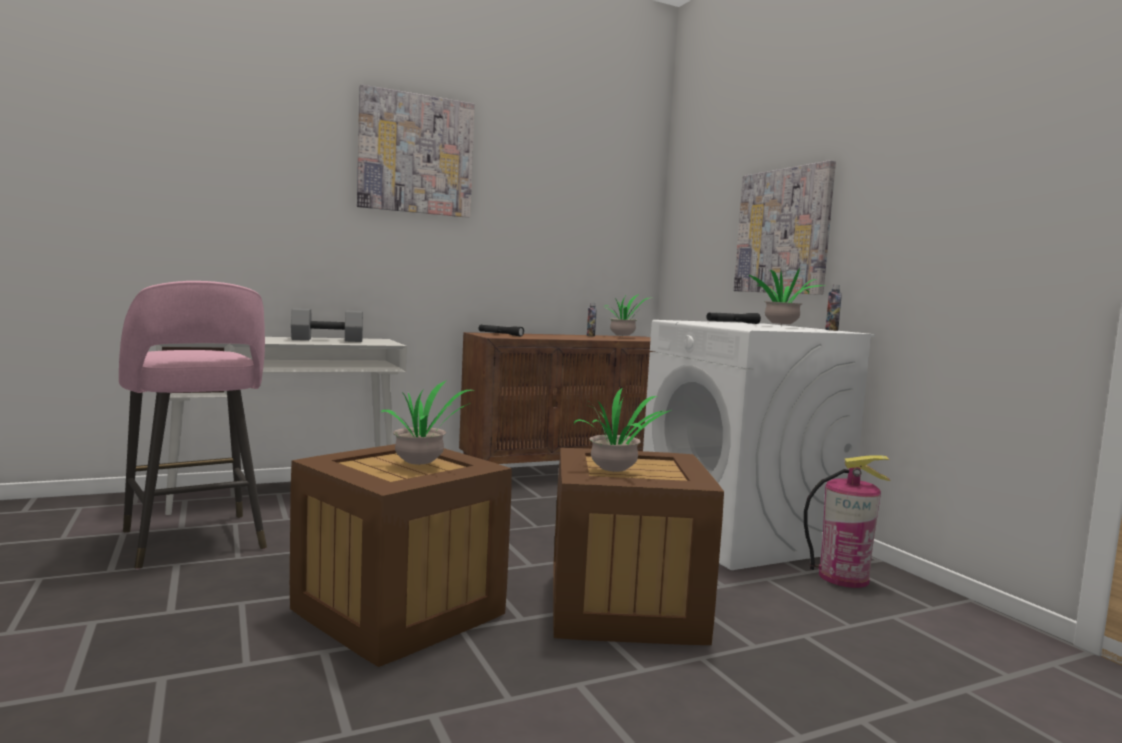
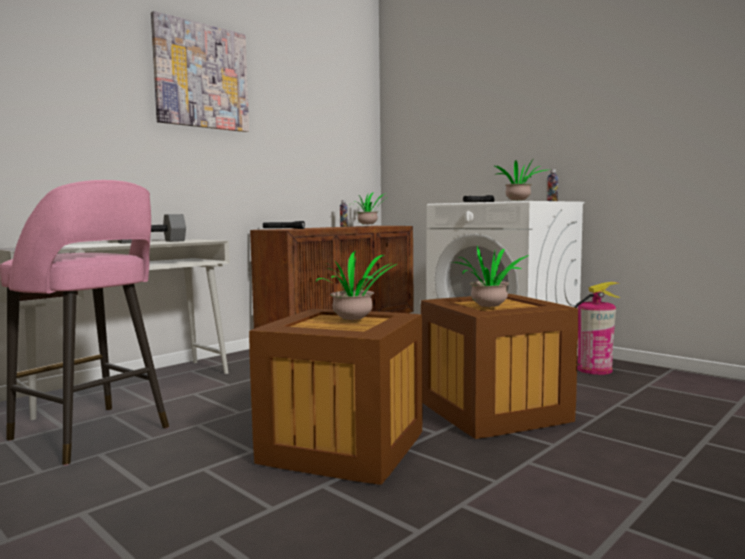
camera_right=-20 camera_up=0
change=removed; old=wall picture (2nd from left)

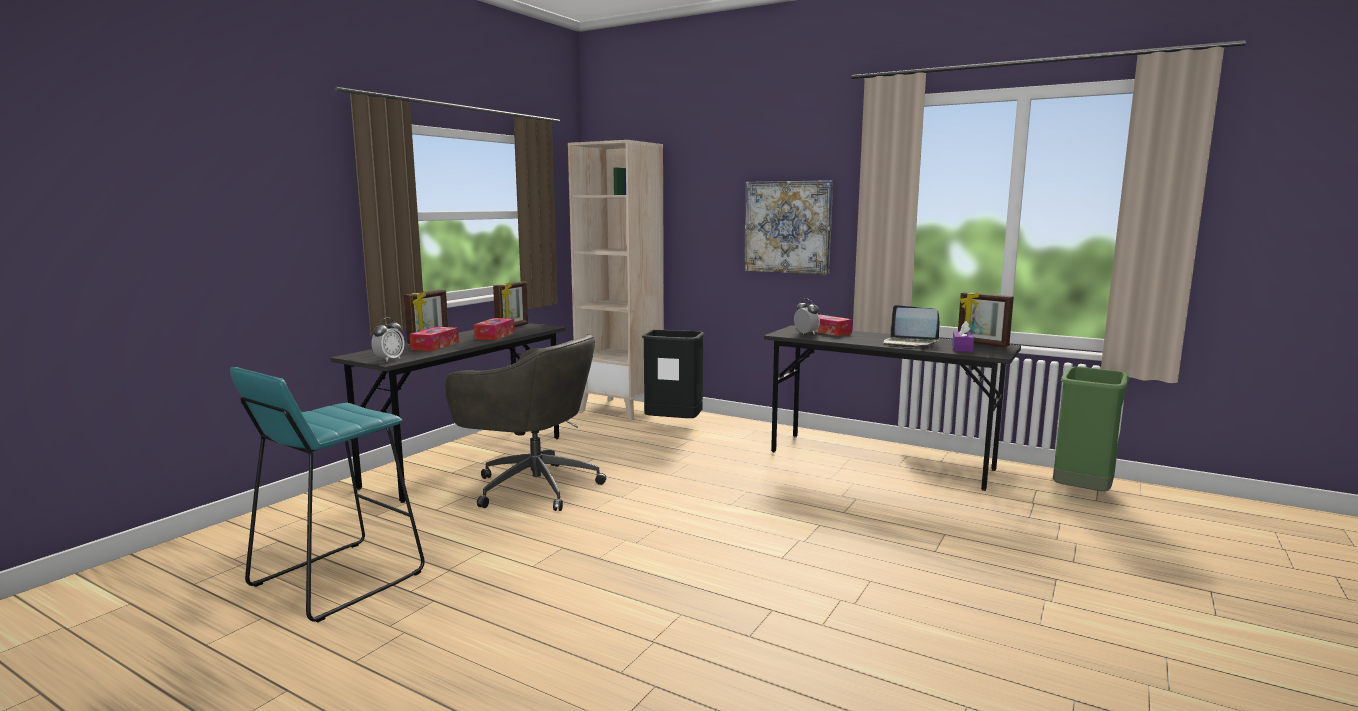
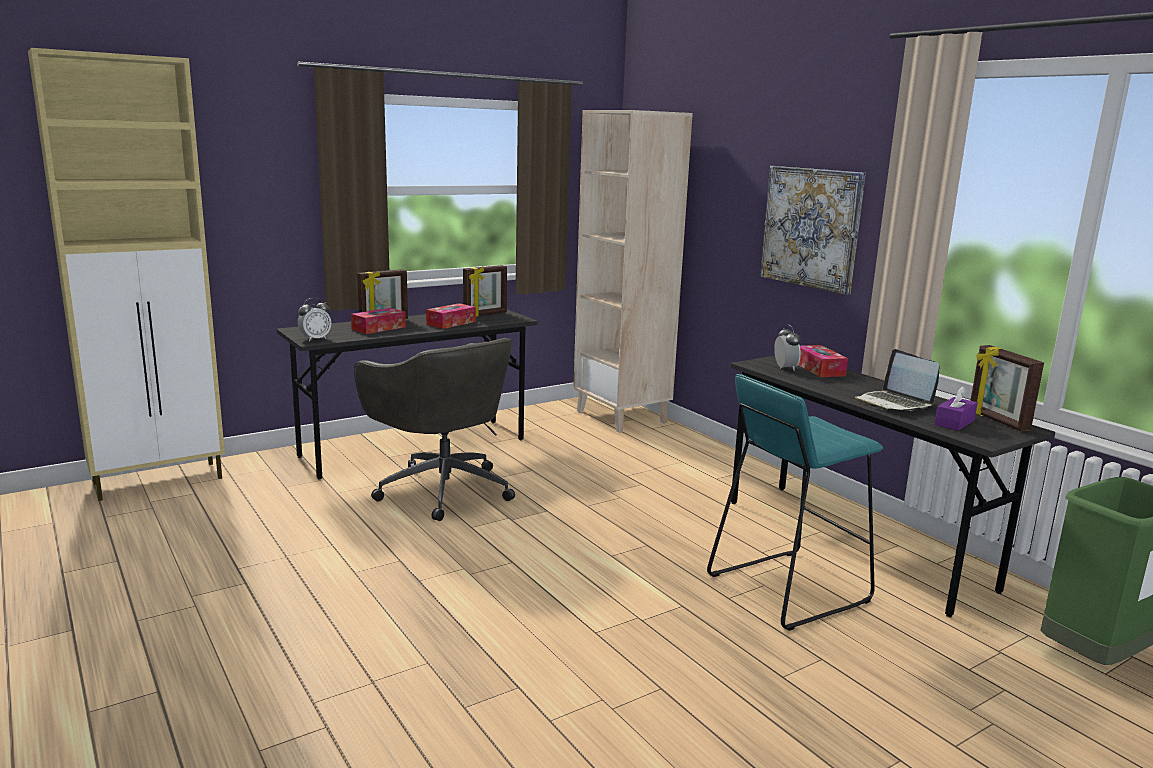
camera_right=25 camera_up=5
change=removed; old=black-coloured rubbish bin
change=moved; old=blue-green stool
change=added; new=beige-coloured storage cabinet

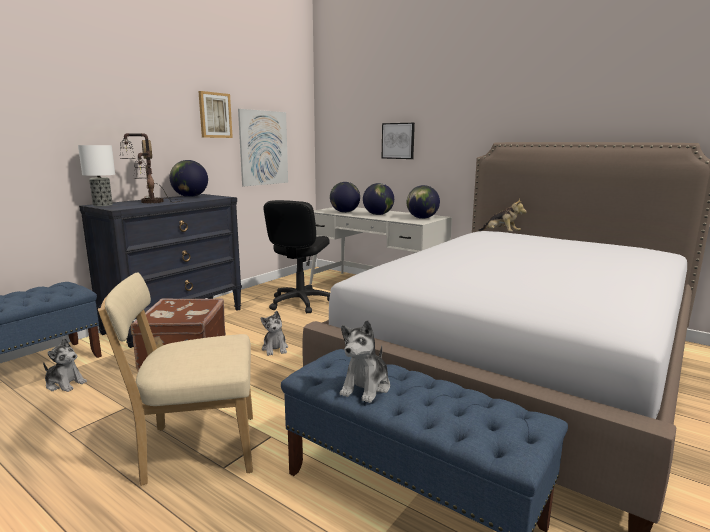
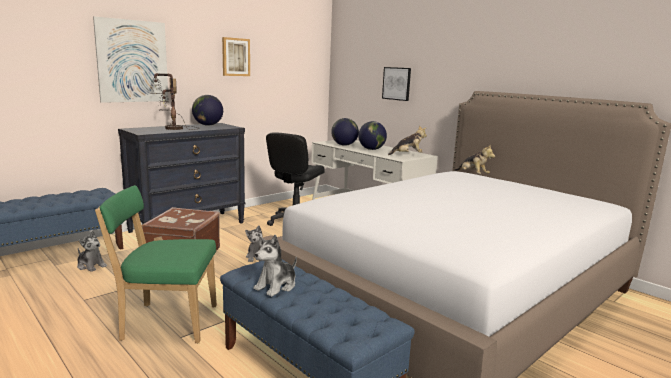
camera_right=10 camera_up=0
change=moved; old=wall picture (2nd from left in the first image); new=wall picture (1st from left)
change=removed; old=tabletop lamp (1st from left)
change=replaced; old=desk globe (4th from left); new=soft toy (4th from left)
change=recoloured; old=beige-coloured plain chair; new=greenish plain chair

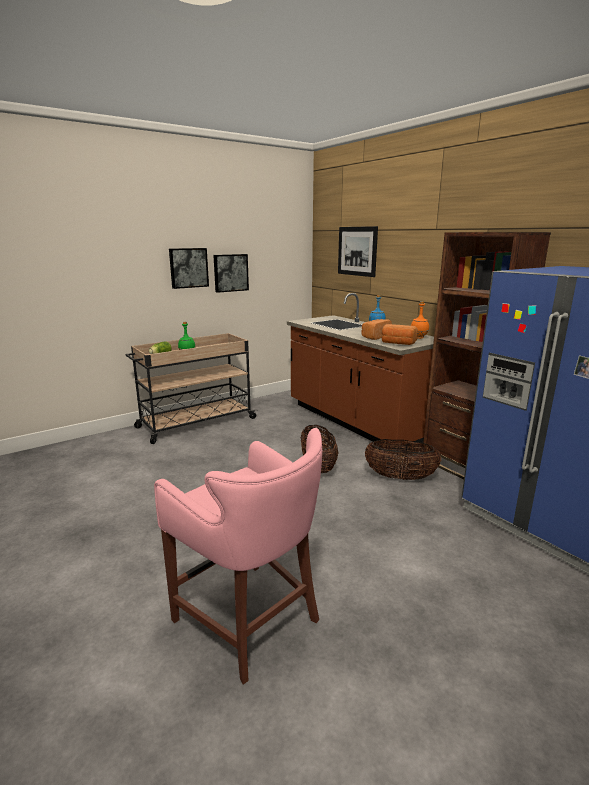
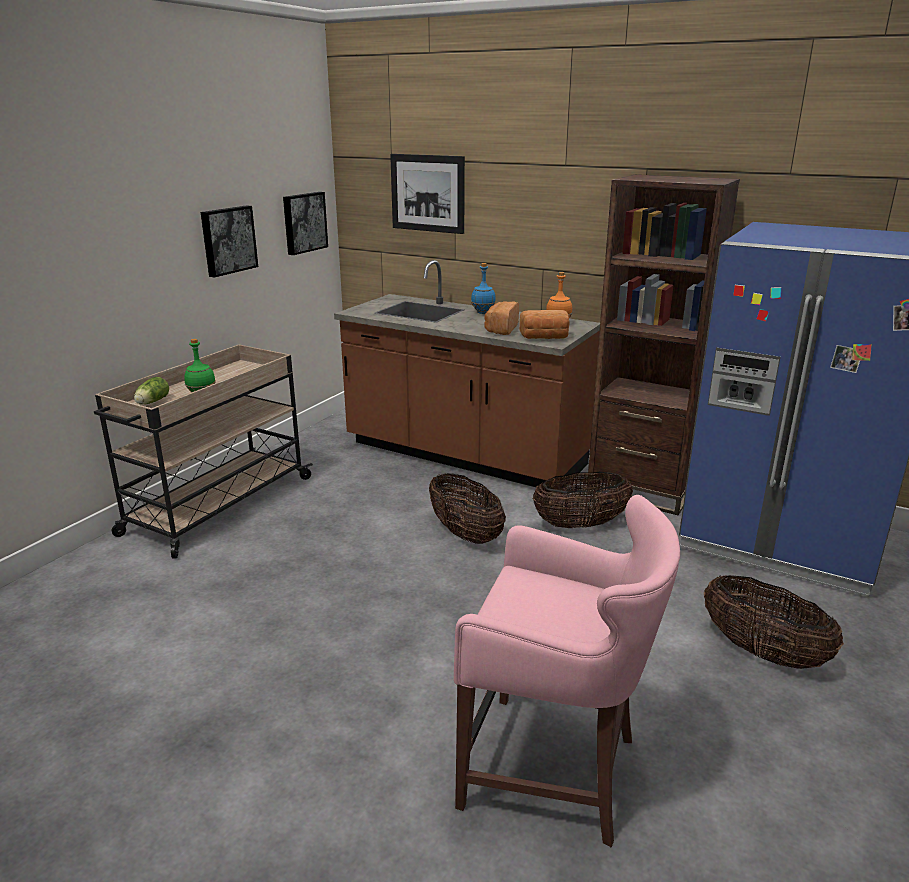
camera_right=-25 camera_up=5
change=moved; old=wall picture (1st from left in the first image); new=wall picture (2nd from left)
change=added; new=basket (3rd from left)

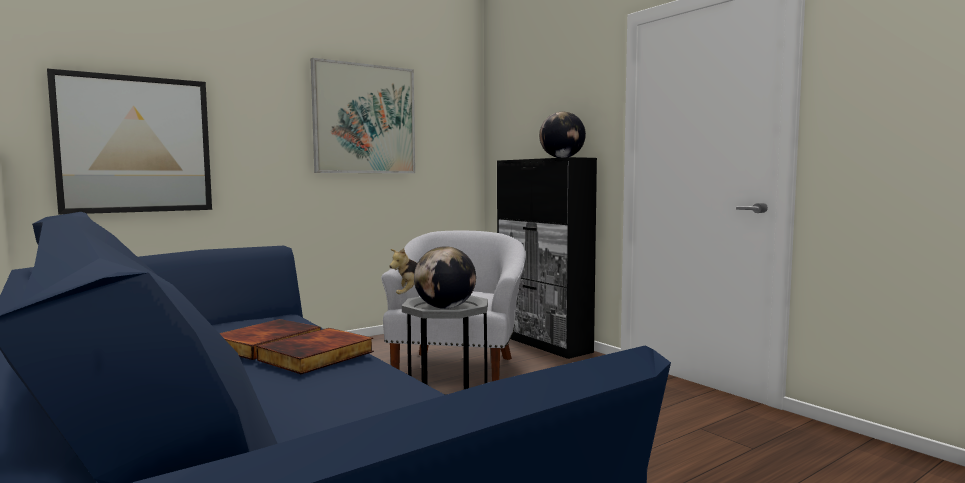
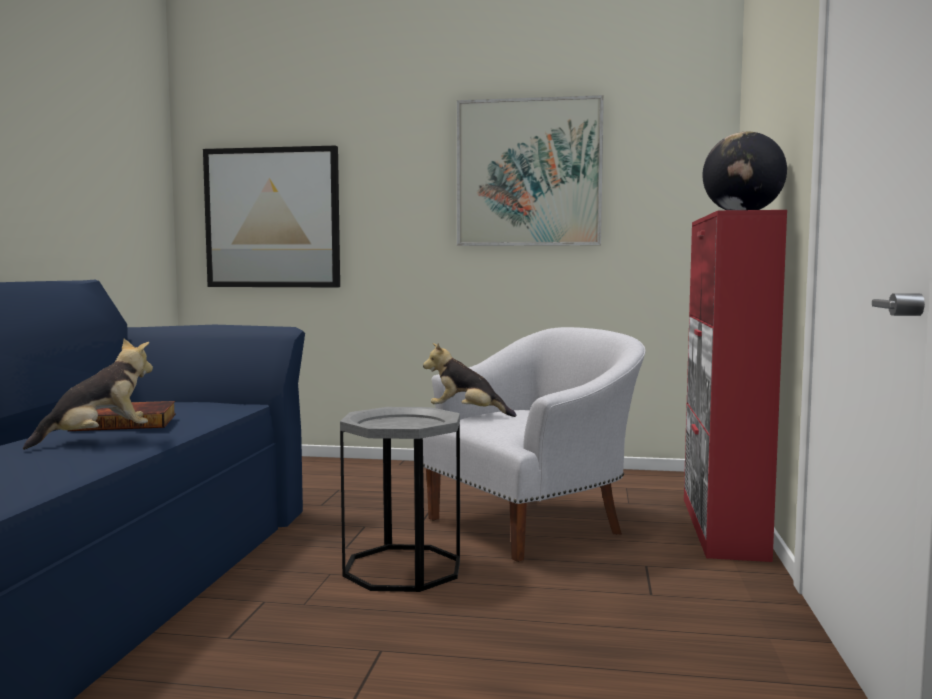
camera_right=45 camera_up=0
change=recoloured; old=black-coloured storage cabinet; new=red storage cabinet
change=removed; old=desk globe (1st from left)
change=replaced; old=book (2nd from left); new=soft toy (1st from left)

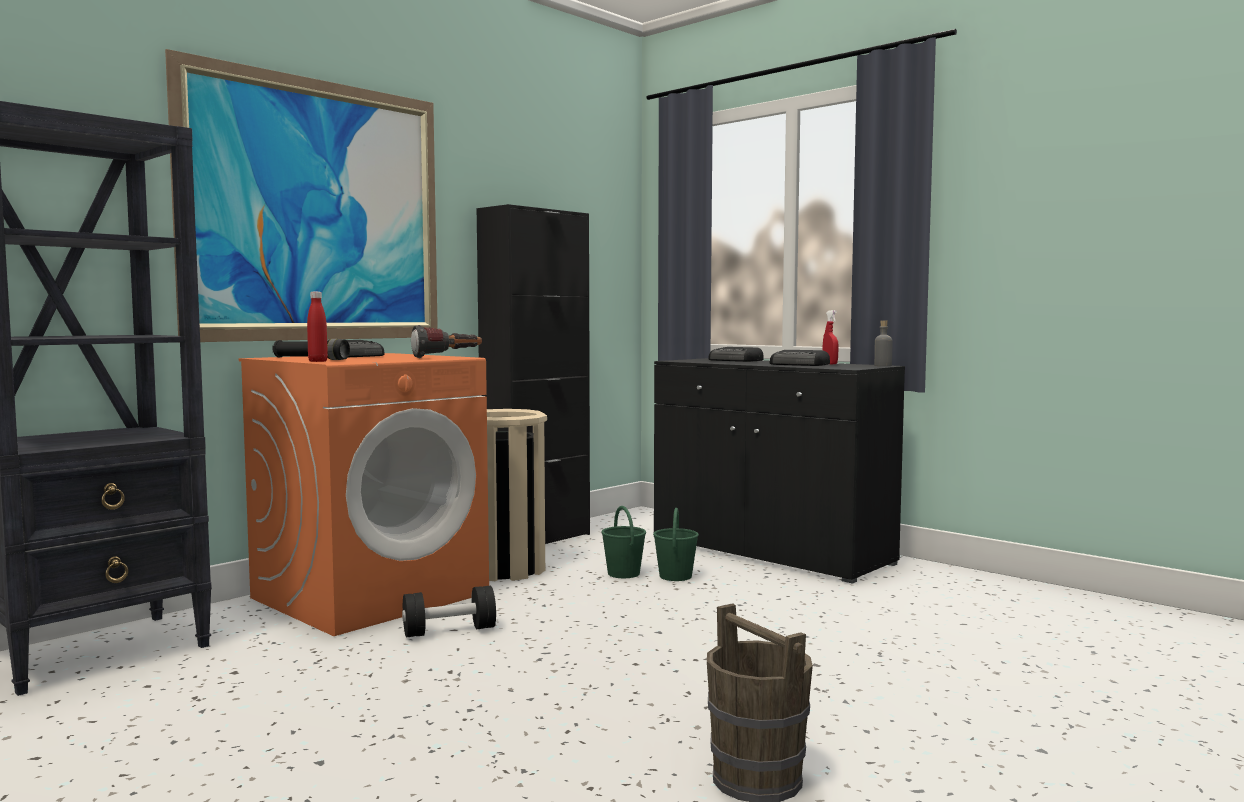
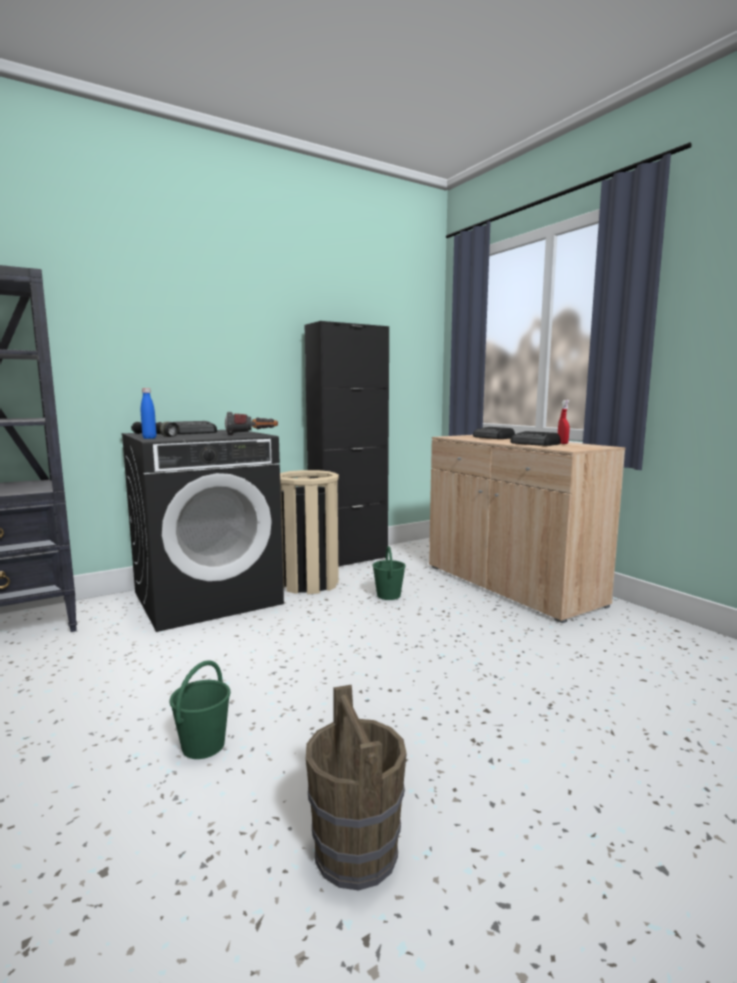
camera_right=15 camera_up=5
change=removed; old=wall picture
change=recoloured; old=red drink bottle; new=blue drink bottle
change=removed; old=gray drink bottle
change=recoloured; old=orange laundry appliance; new=black-coloured laundry appliance
change=recoloured; old=black-coloured storage cabinet (2nd from left); new=beige-coloured storage cabinet
change=moved; old=greenish water bucket (2nd from left in the first image); new=greenish water bucket (1st from left)
change=removed; old=black-coloured hand weight

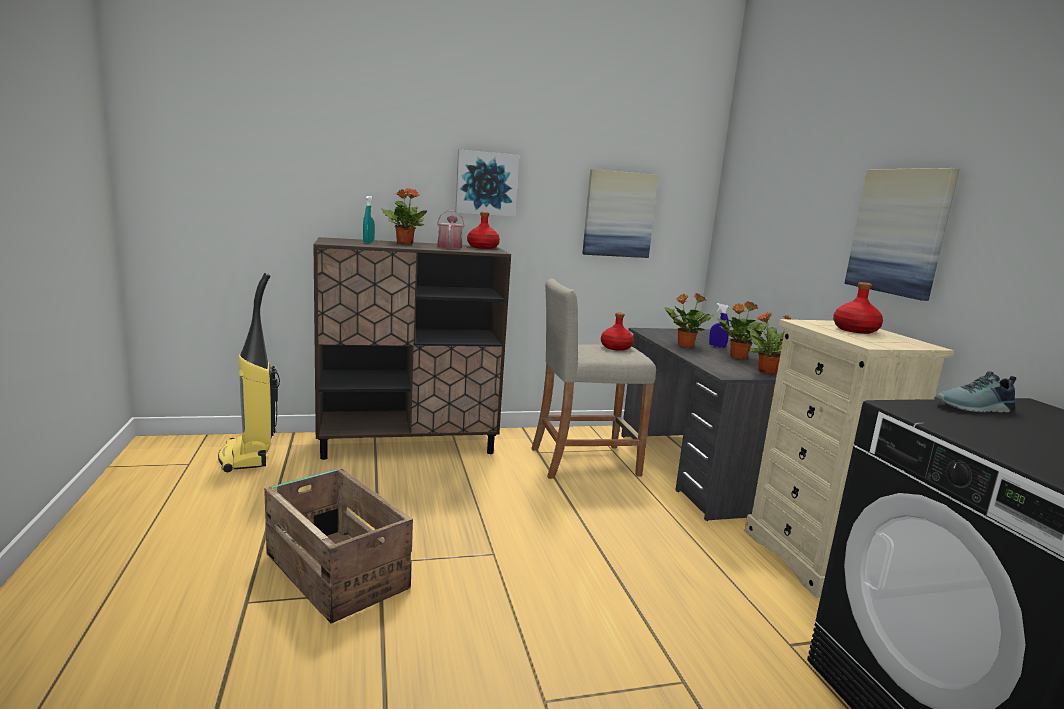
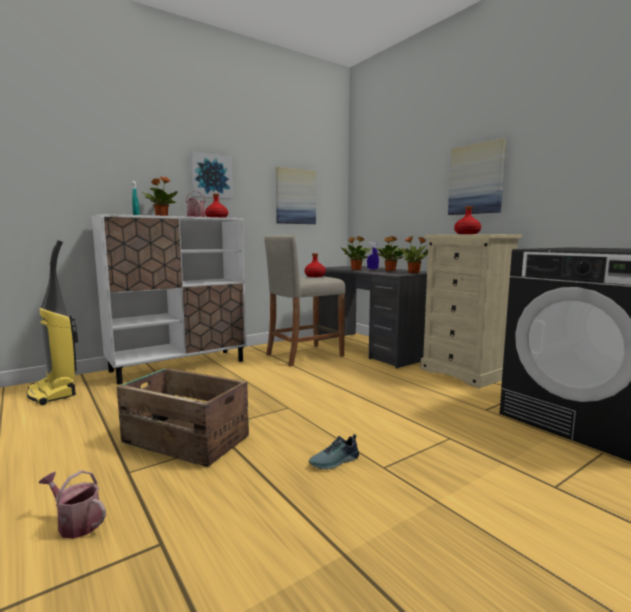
camera_right=-20 camera_up=-5
change=recoloured; old=brown storage cabinet; new=whitish storage cabinet
change=moved; old=item of footwear
change=added; new=watering can (1st from left)

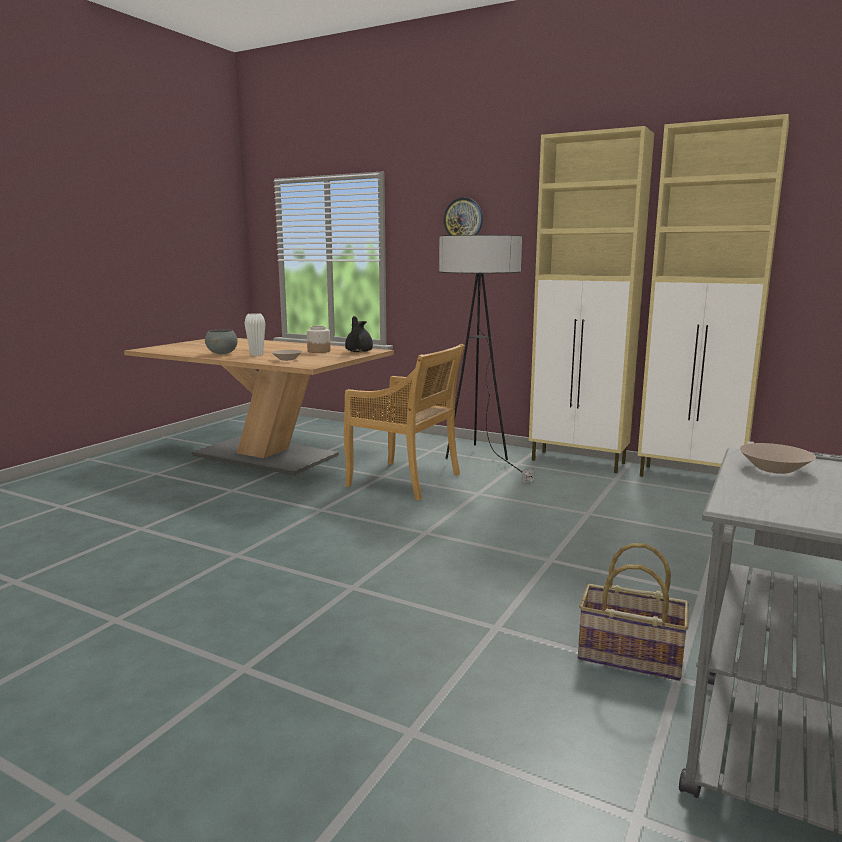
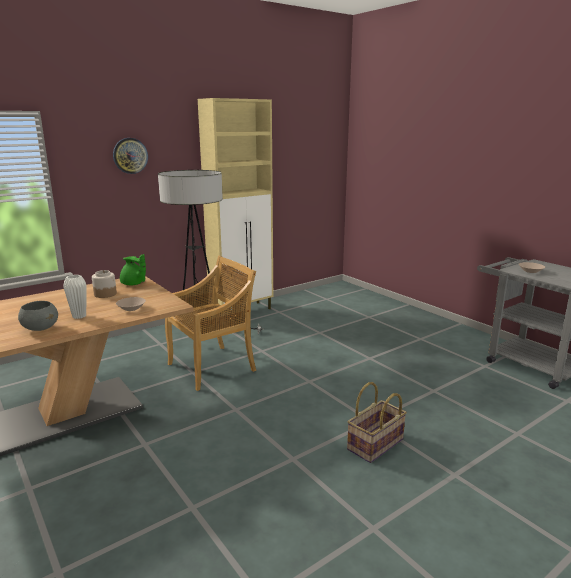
camera_right=-65 camera_up=5
change=removed; old=beige-coloured storage cabinet (2nd from left)
change=recoloured; old=black-coloured tea pot; new=greenish tea pot
change=moved; old=basket

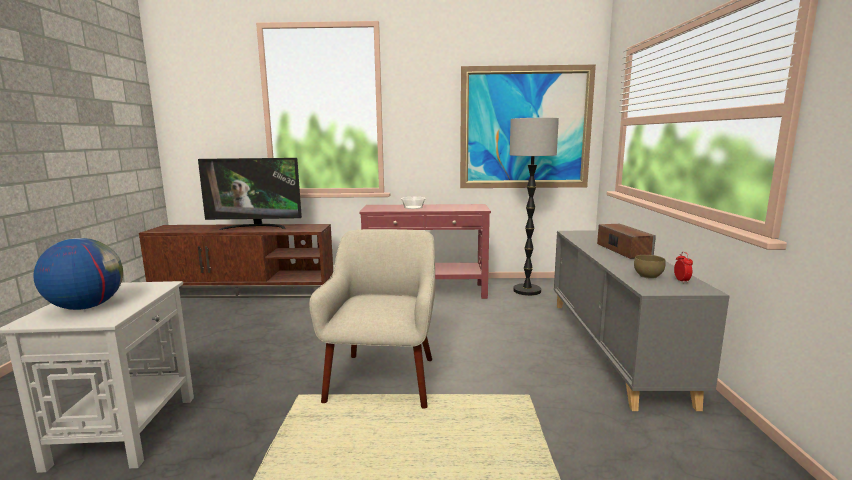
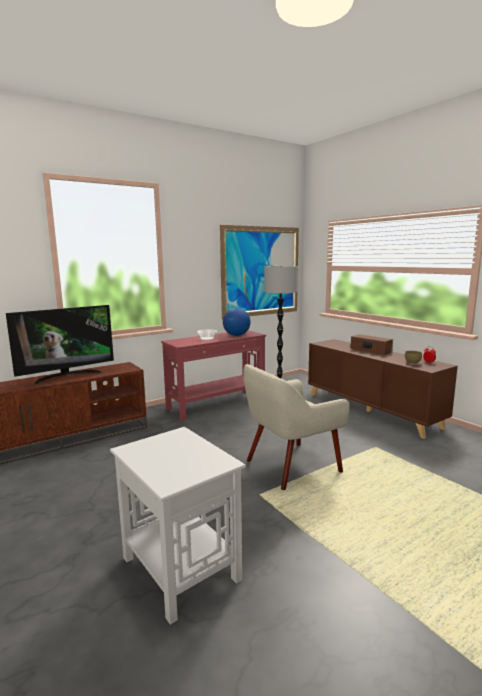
camera_right=-35 camera_up=0
change=turned; old=beige-coloured lounge chair; degrees=-90
change=recoloured; old=gray storage cabinet; new=brown storage cabinet
change=moved; old=desk globe

